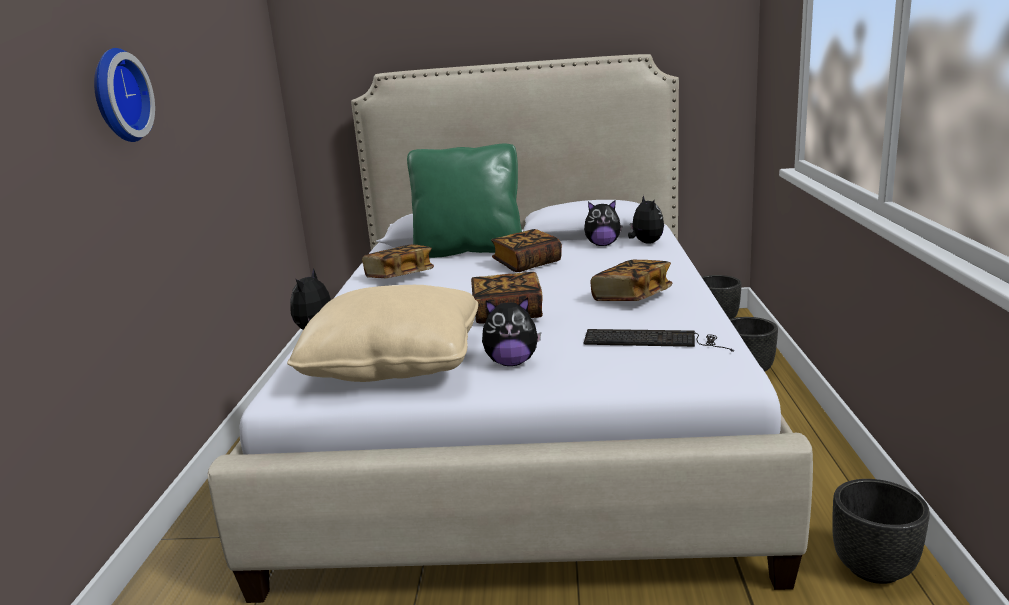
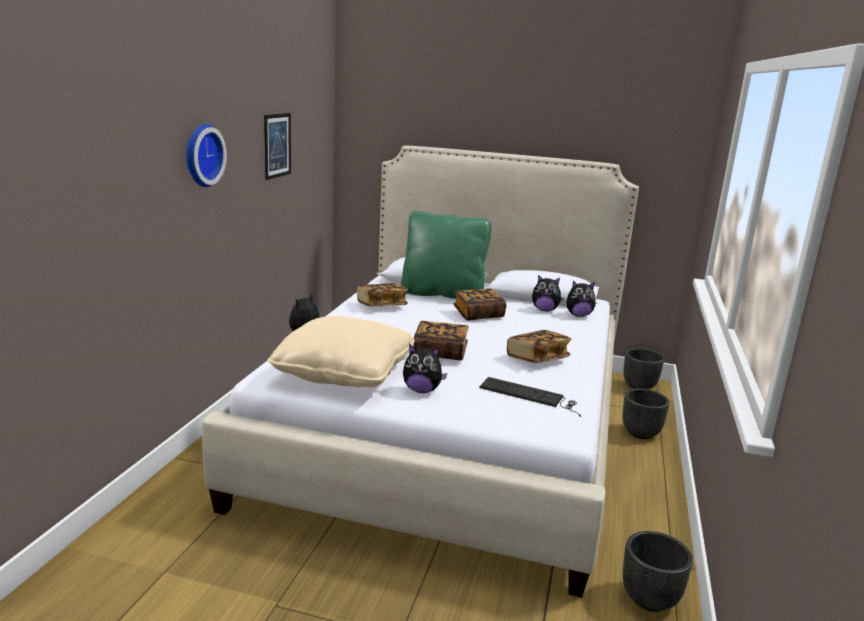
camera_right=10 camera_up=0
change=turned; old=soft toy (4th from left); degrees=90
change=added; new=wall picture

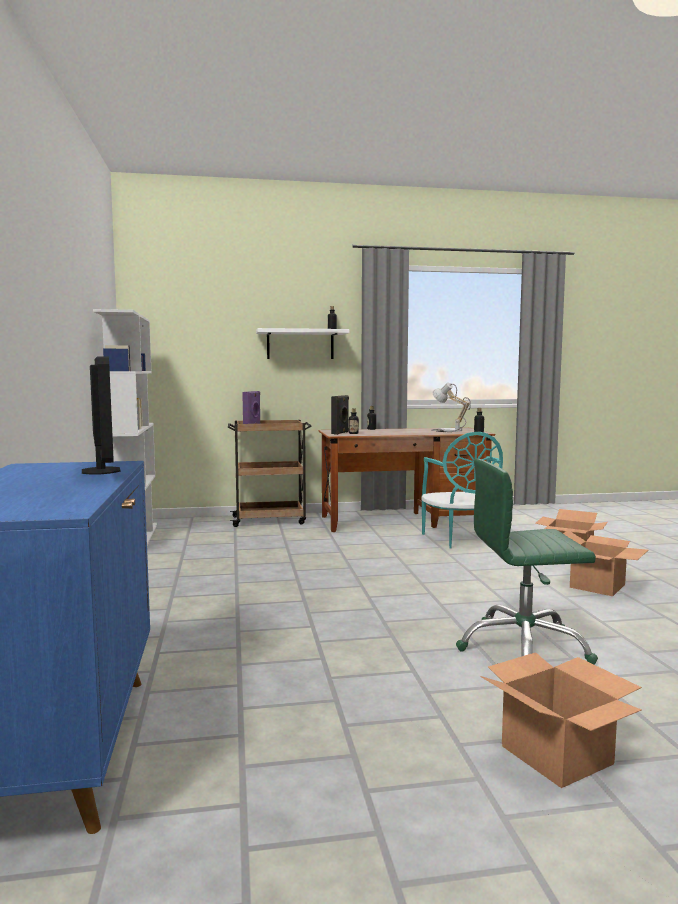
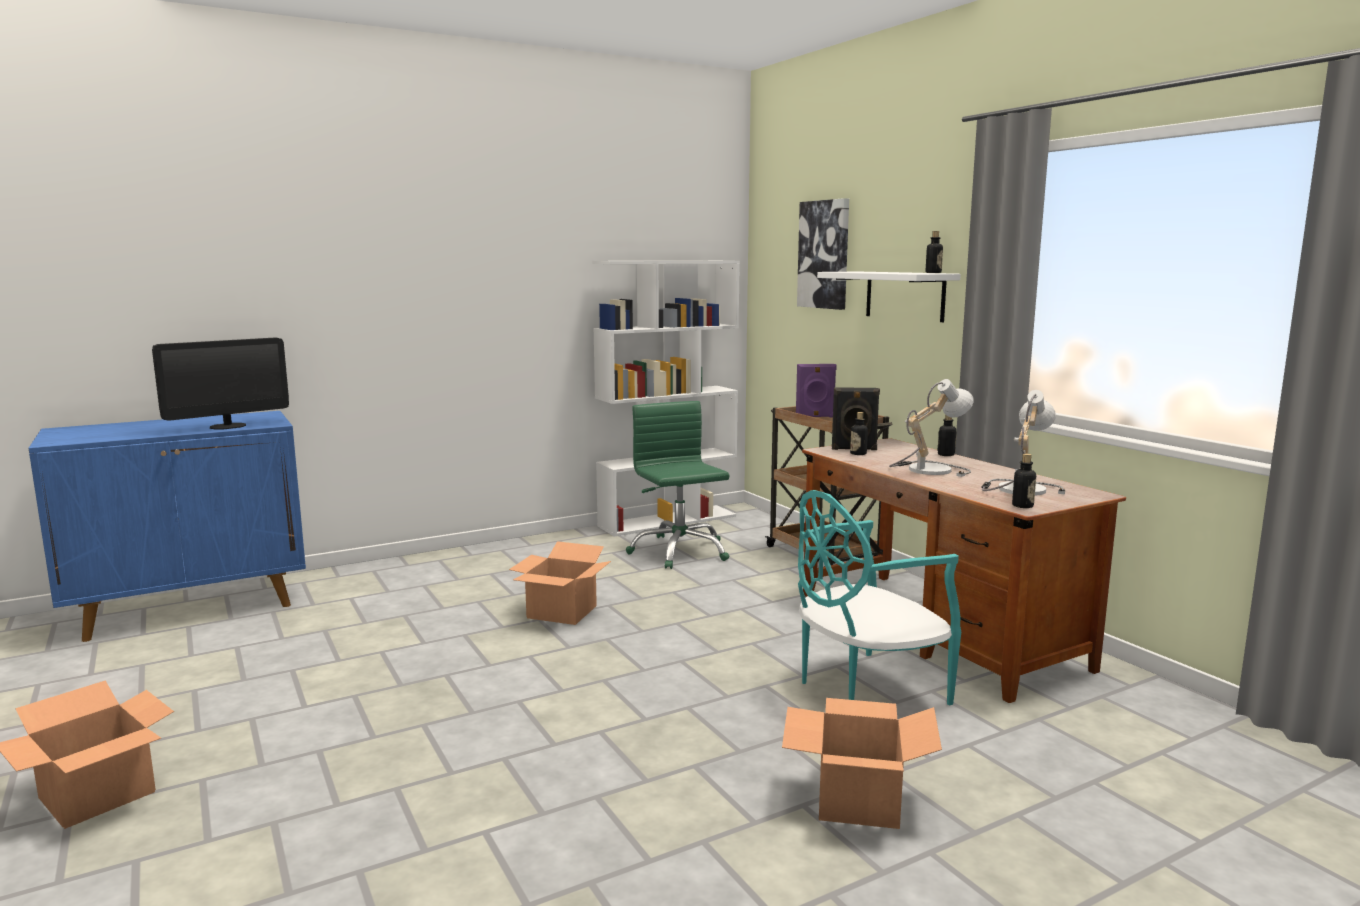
camera_right=70 camera_up=5
change=moved; old=greenish office chair
change=moved; old=cardboard box (3rd from left in the first image); new=cardboard box (2nd from left)
change=added; new=wall picture
change=added; new=tabletop lamp (1st from left)

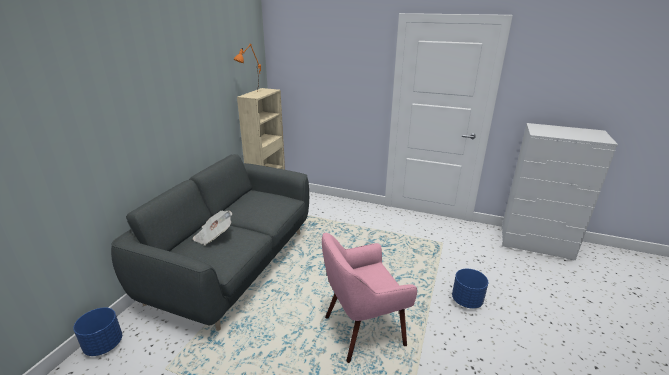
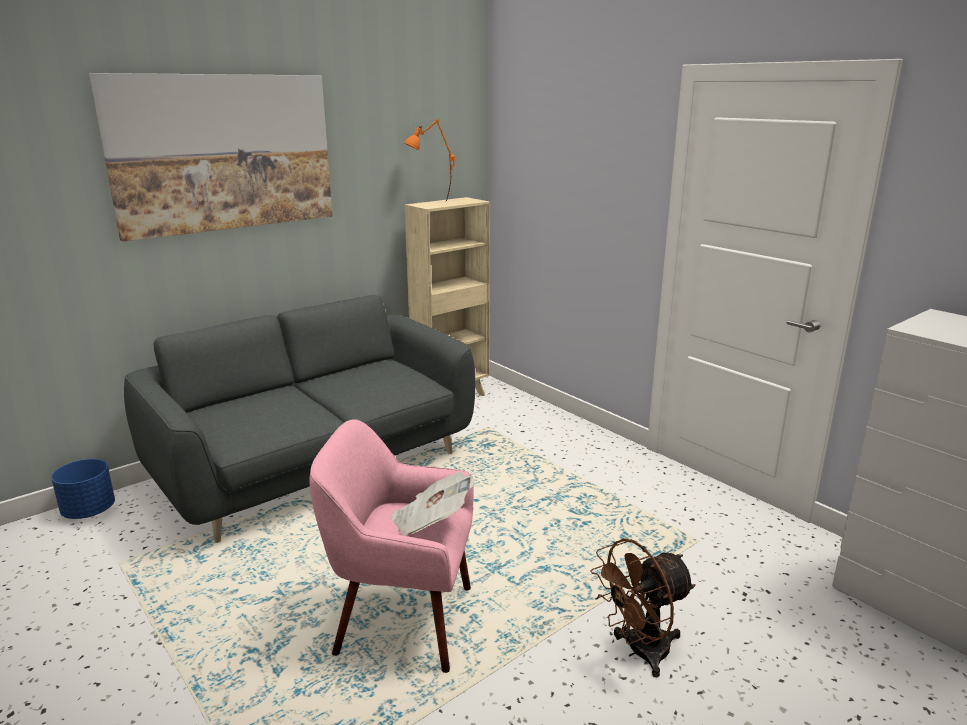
camera_right=30 camera_up=-5
change=moved; old=printed paper
change=replaced; old=blue flower pot (2nd from left); new=brown electric fan
change=added; new=wall picture

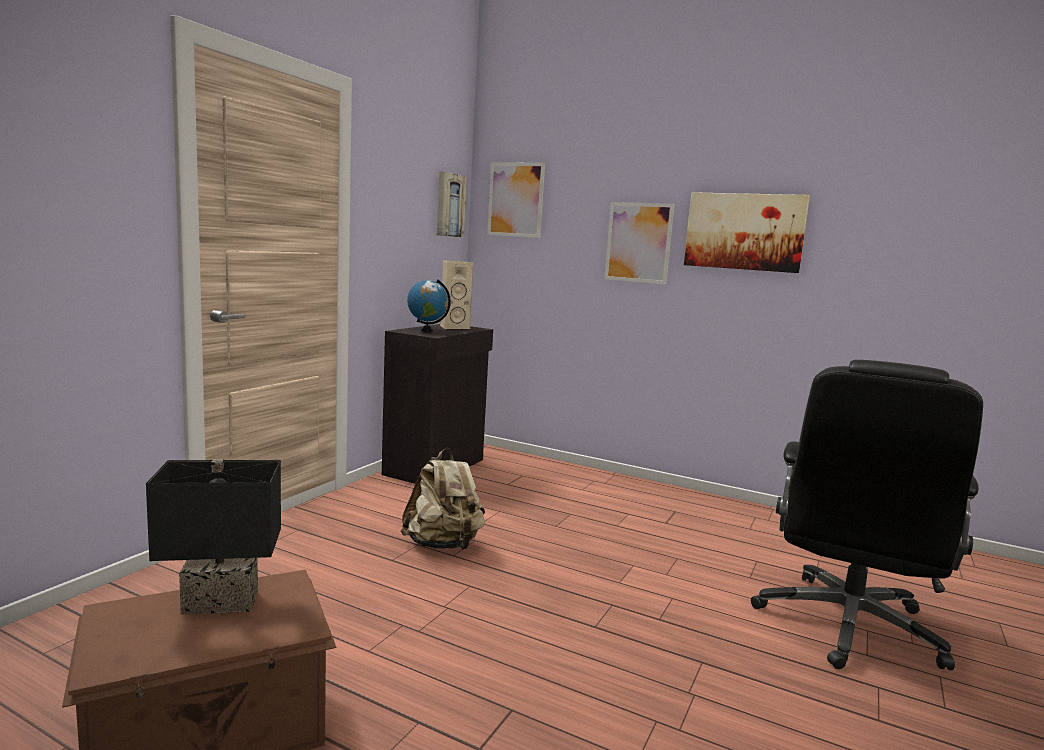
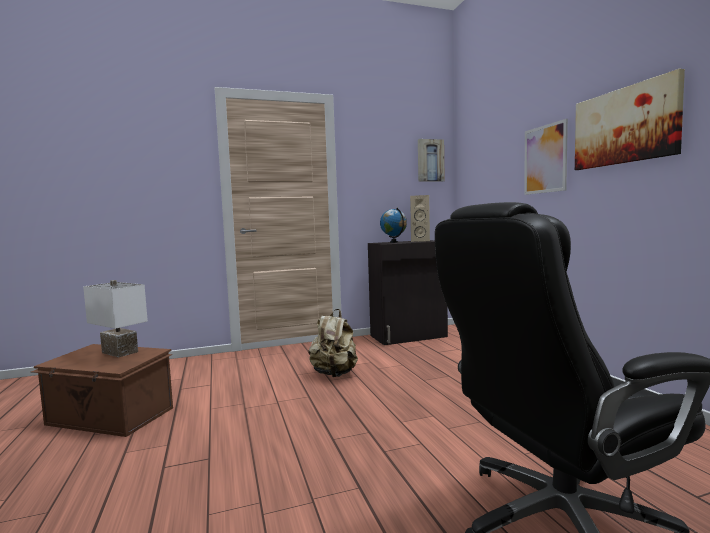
camera_right=45 camera_up=-5
change=removed; old=wall picture (2nd from left)
change=recoloured; old=black-coloured tabletop lamp; new=whitish tabletop lamp

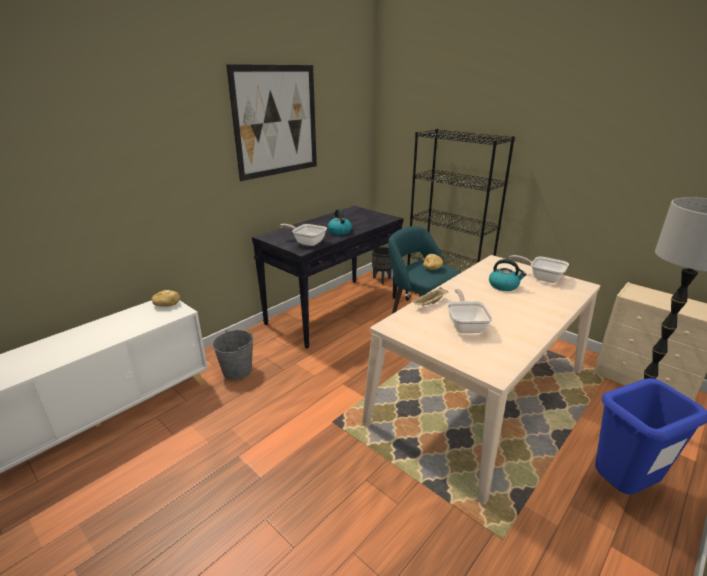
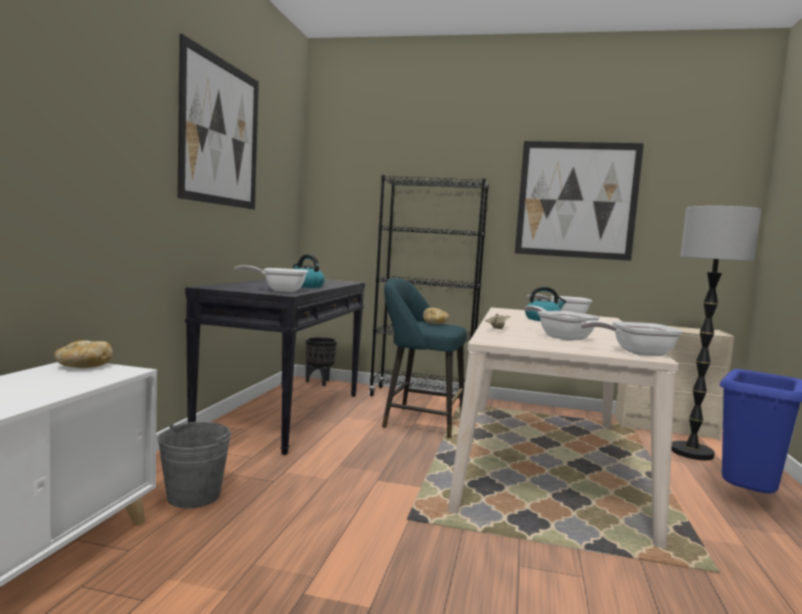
camera_right=-30 camera_up=-20
change=added; new=wall picture (2nd from left)
change=added; new=skillet (4th from left)

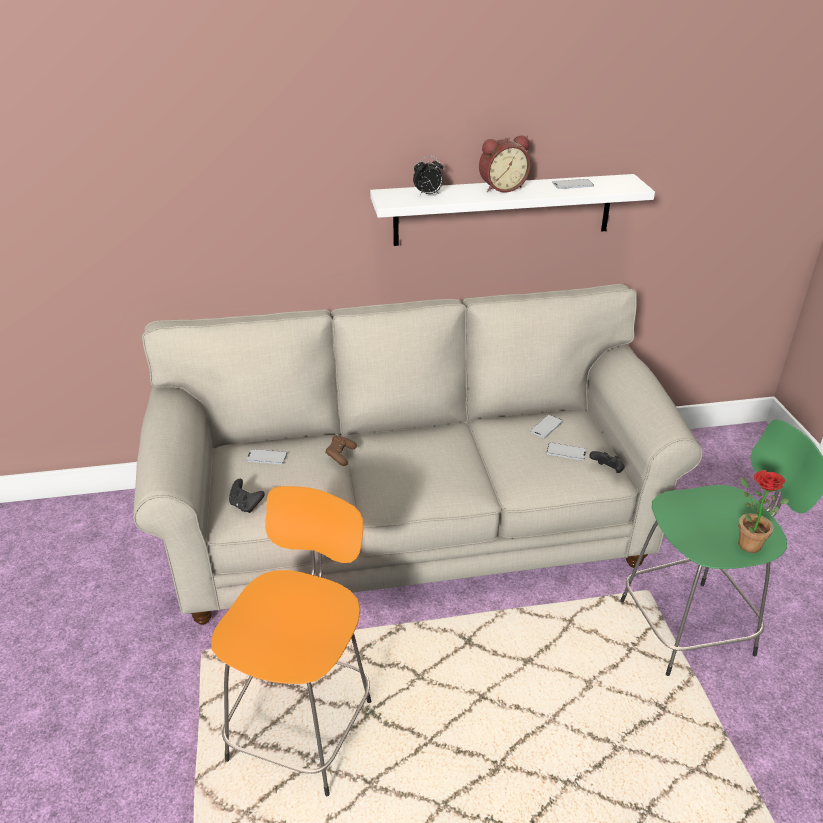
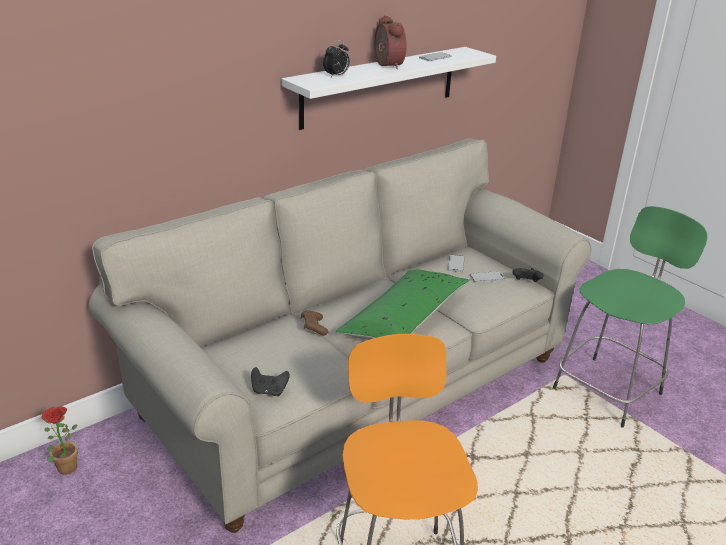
camera_right=-30 camera_up=-5
change=turned; old=table clock (2nd from left); degrees=-60
change=removed; old=telephone (1st from left)
change=moved; old=houseplant
change=added; new=greenish cushion

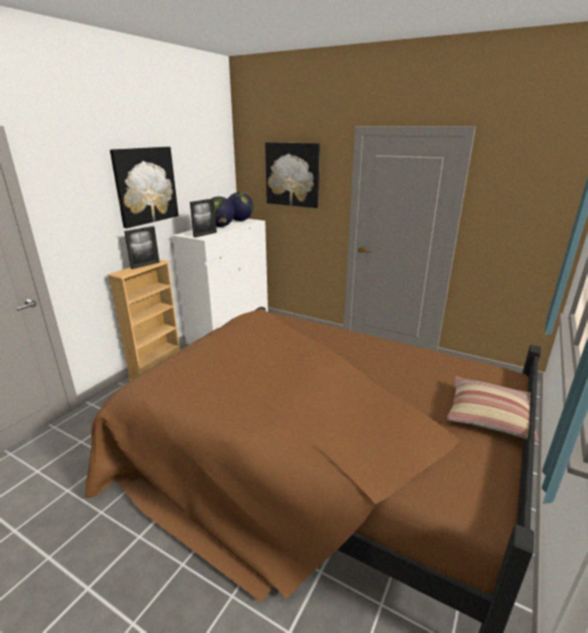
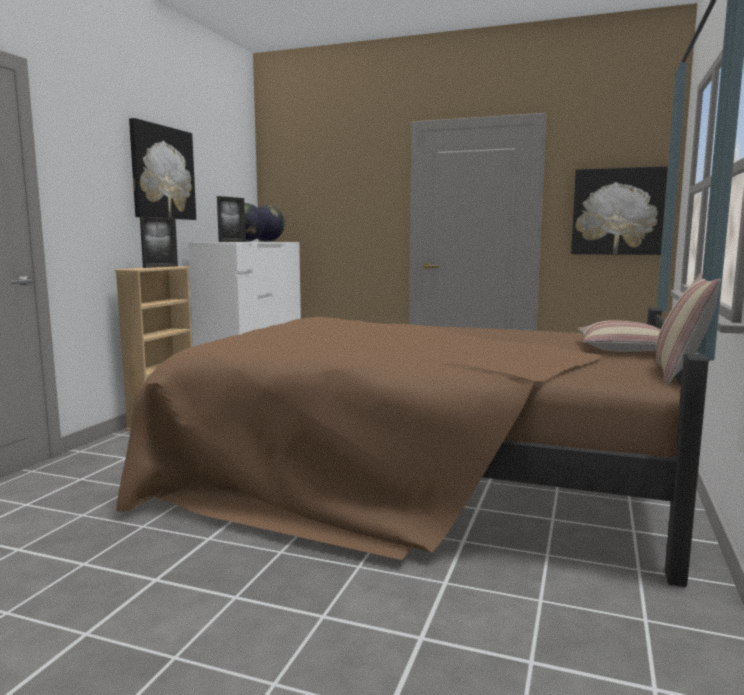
camera_right=-10 camera_up=-15
change=moved; old=wall picture (2nd from left)
change=added; new=cushion (2nd from left)

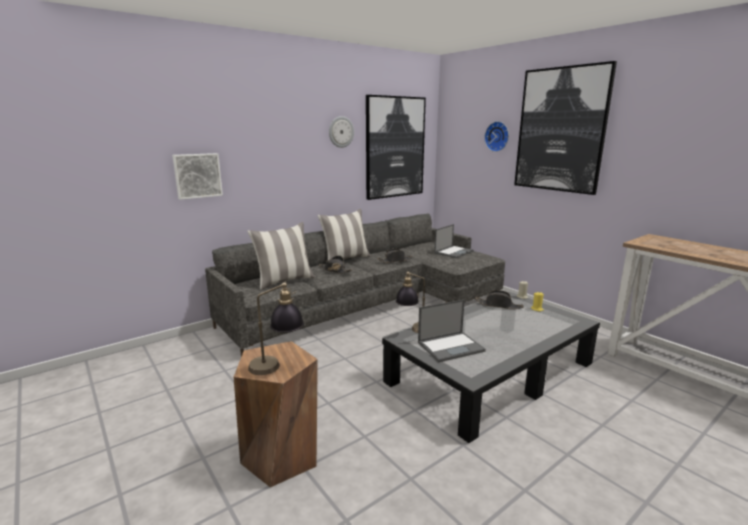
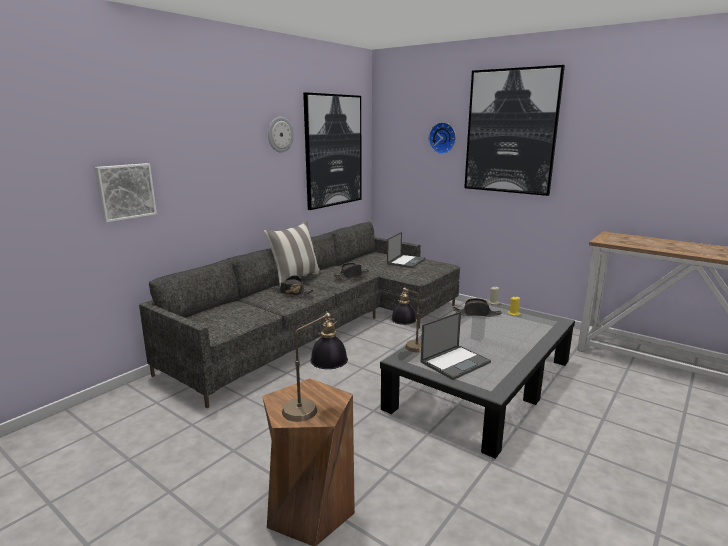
camera_right=-15 camera_up=0
change=removed; old=cushion (1st from left)

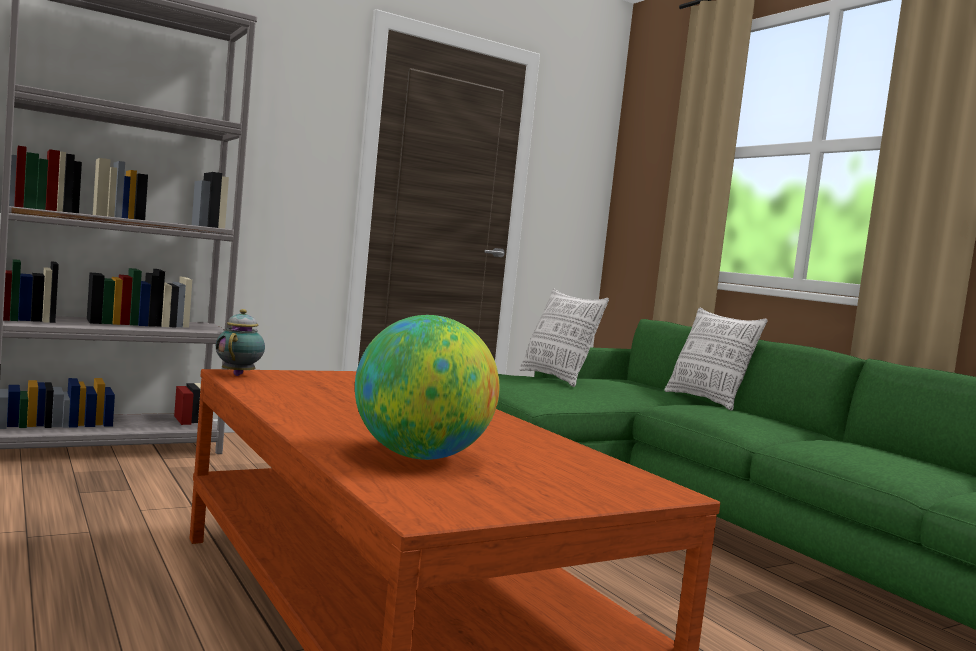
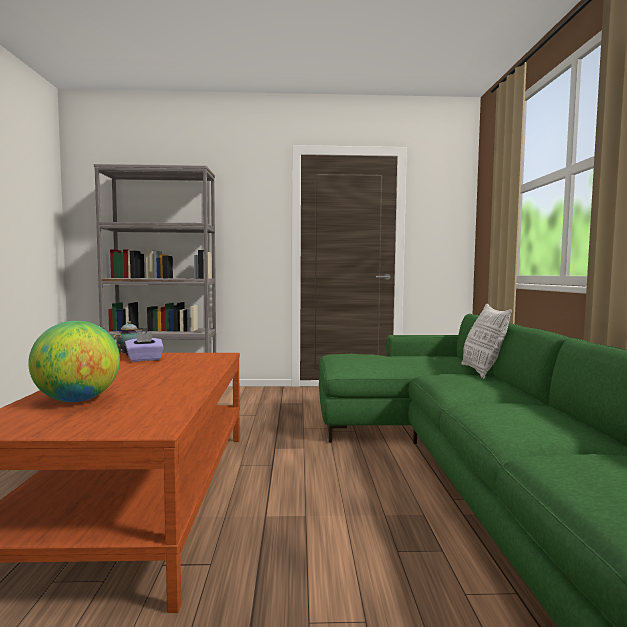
camera_right=30 camera_up=0
change=removed; old=cushion (1st from left)
change=added; new=purple tissue holder

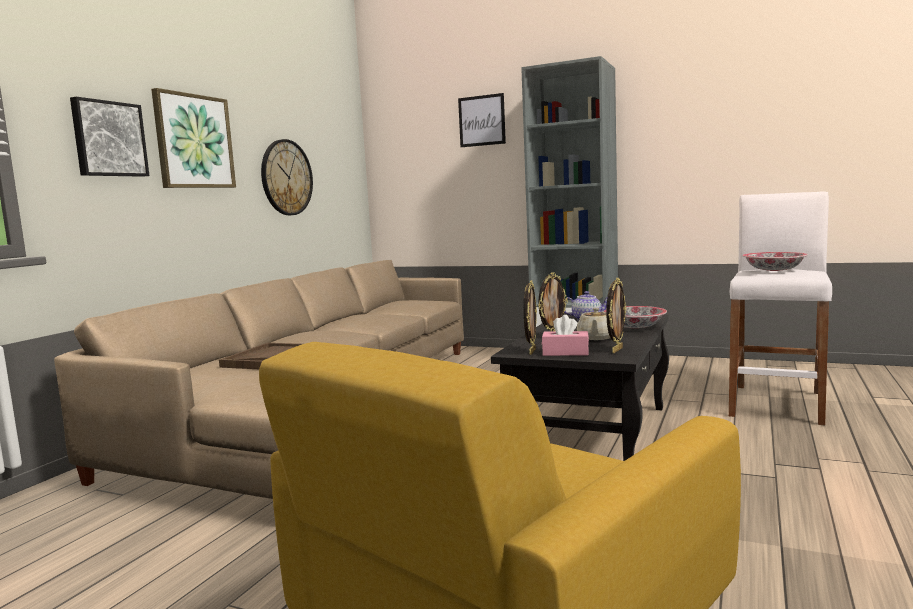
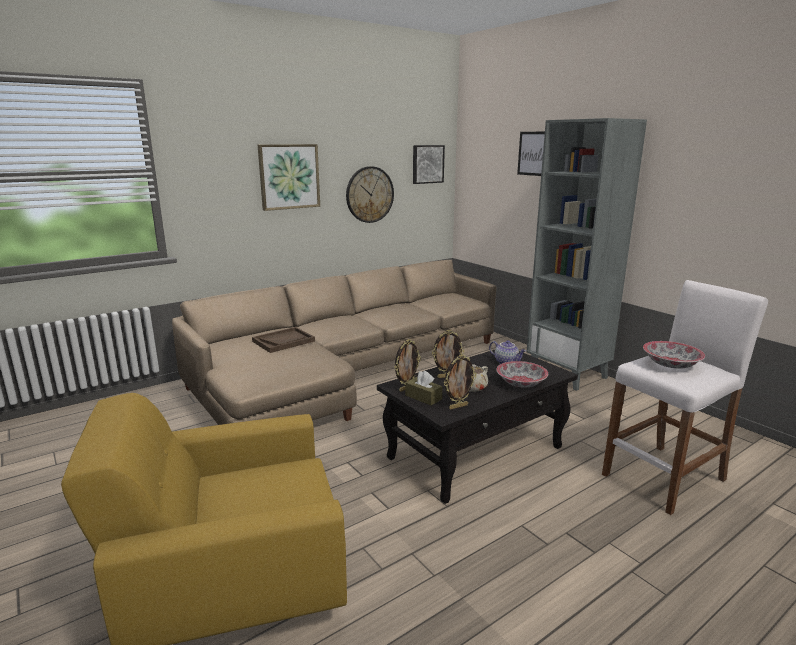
camera_right=30 camera_up=10
change=moved; old=wall picture (1st from left in the first image); new=wall picture (2nd from left)
change=recoloured; old=pink-coloured tissue holder; new=brown tissue holder

